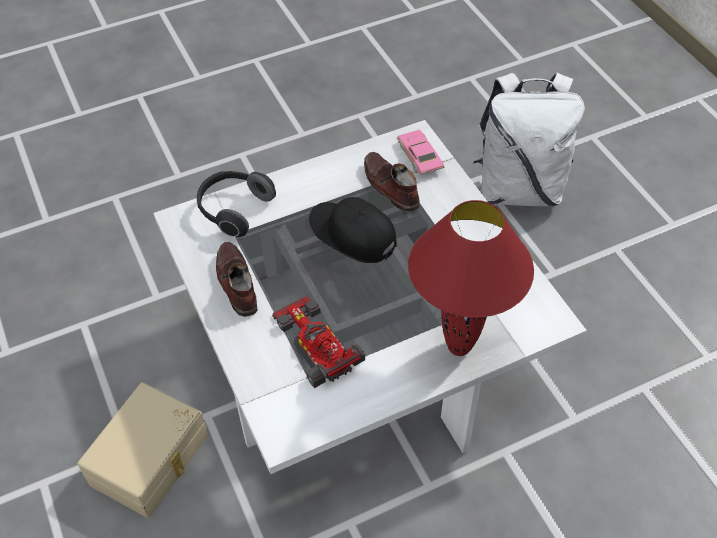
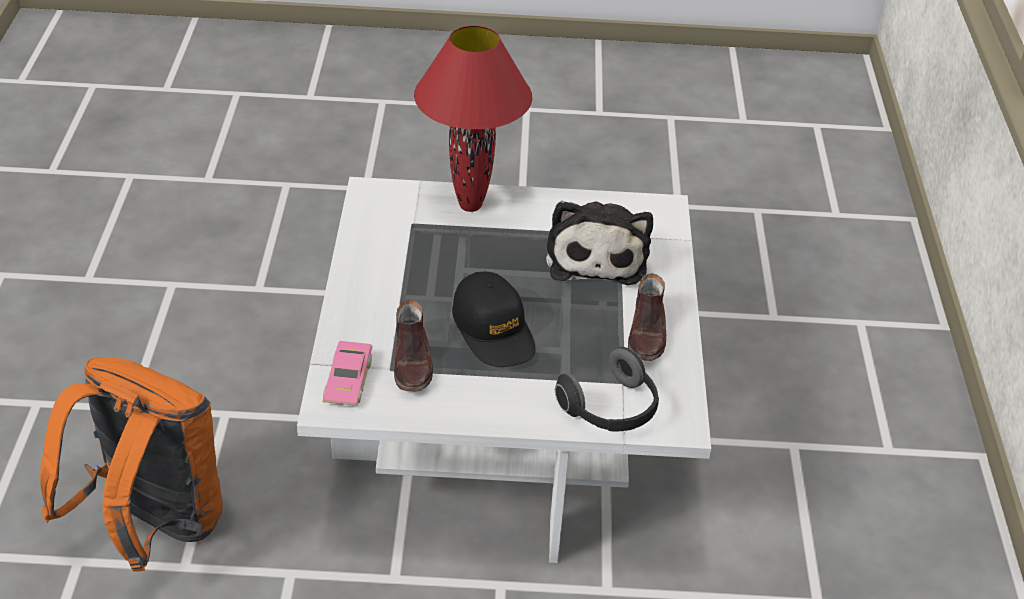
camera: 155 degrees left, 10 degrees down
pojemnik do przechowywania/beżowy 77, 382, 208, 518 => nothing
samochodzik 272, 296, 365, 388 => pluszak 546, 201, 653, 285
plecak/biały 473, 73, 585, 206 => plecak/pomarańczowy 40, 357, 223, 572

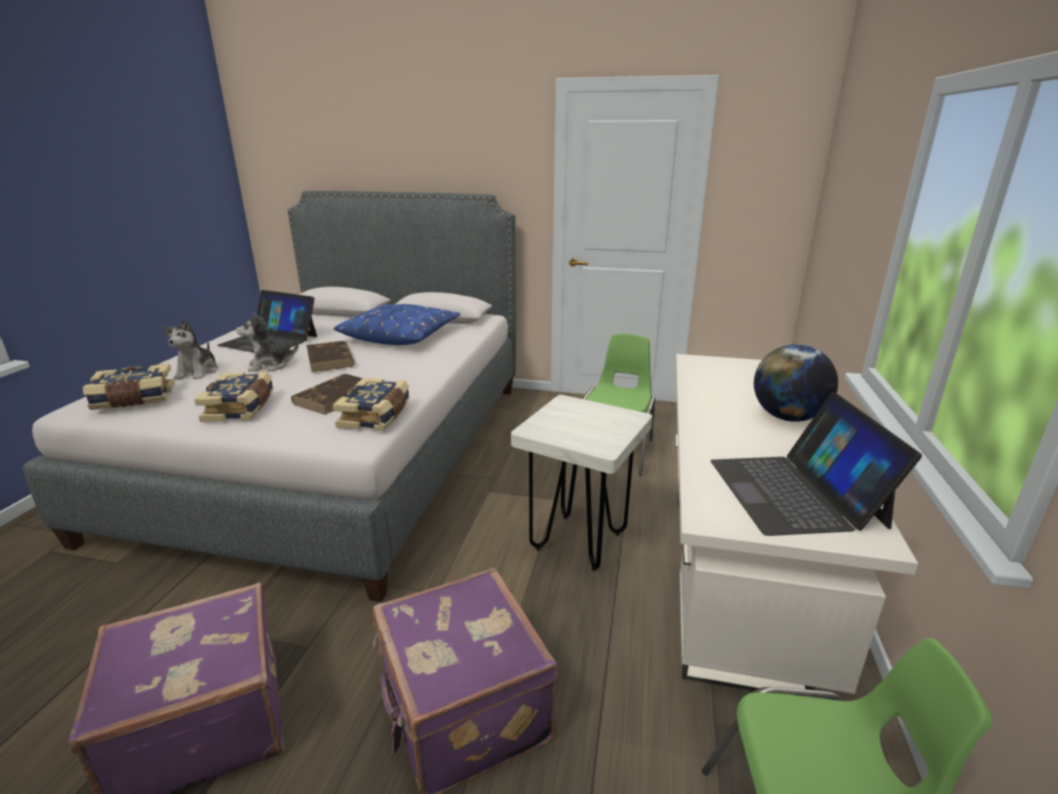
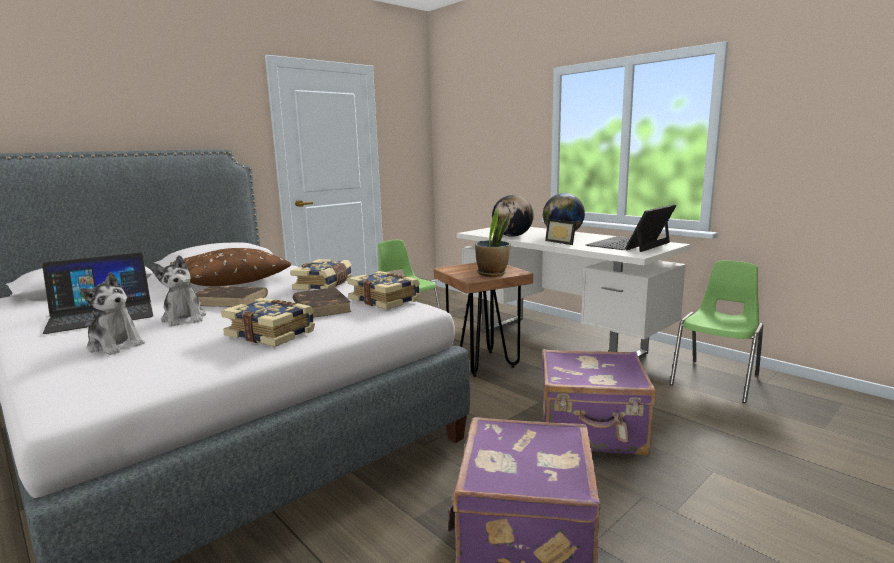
camera: 55 degrees left, 10 degrees down
książka 83, 364, 175, 410 => książka 290, 259, 352, 290, shifted
pluszak 236, 313, 299, 372 => pluszak 152, 255, 206, 327, 45 degrees counterclockwise
poduszka/niebieski 334, 304, 461, 345 => poduszka/brązowy 170, 248, 292, 286
stołek/biały 511, 395, 652, 571 => stołek/brązowy 434, 263, 533, 377
laptop 711, 392, 922, 536 => laptop 586, 204, 676, 252, 105 degrees clockwise
nothing => roślina doniczkowa 475, 208, 511, 277
nothing => globus 492, 195, 534, 237
nothing => ramka na zdjęcie 545, 219, 576, 245

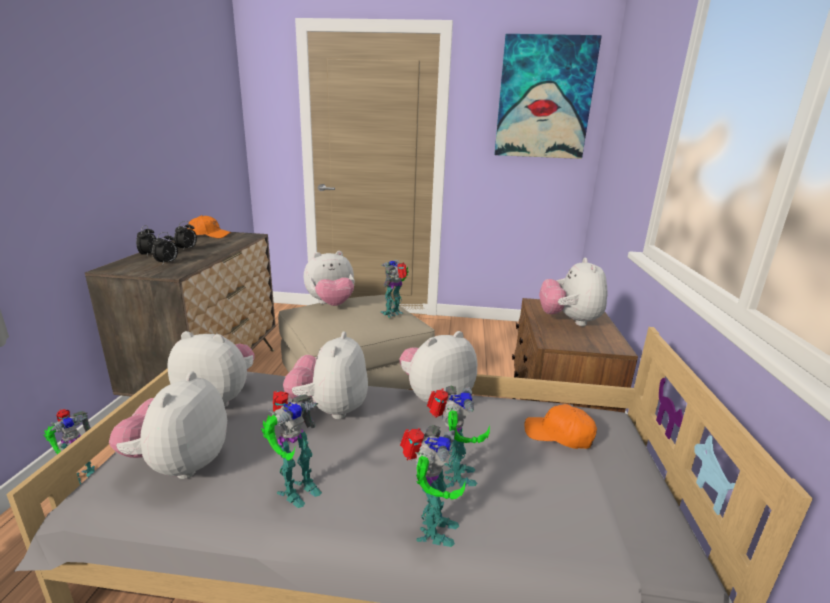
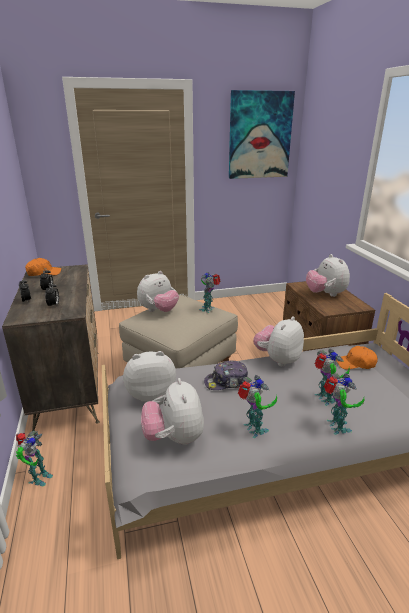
camera: 20 degrees left, 5 degrees up
robot zabawkowy 261, 390, 322, 508 => robot zabawkowy 238, 375, 277, 438, 45 degrees counterclockwise
pluszak 283, 332, 368, 419 => czapka z daszkiem 204, 360, 248, 390

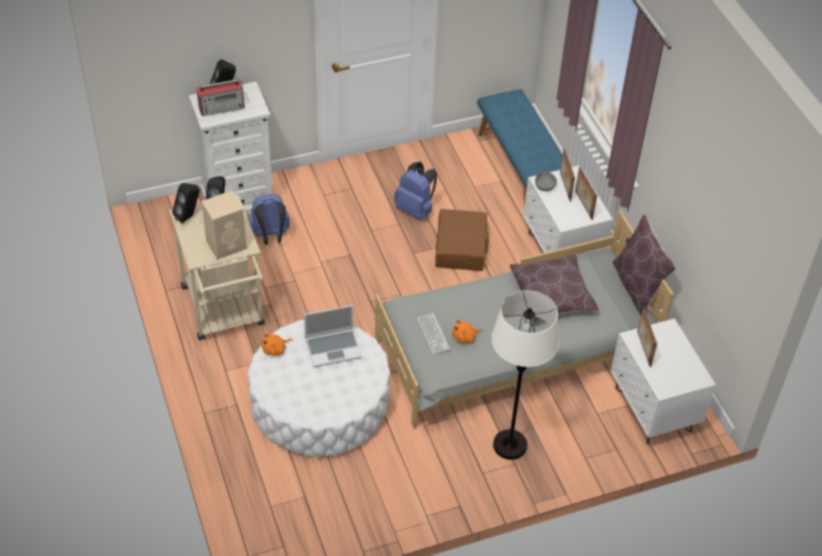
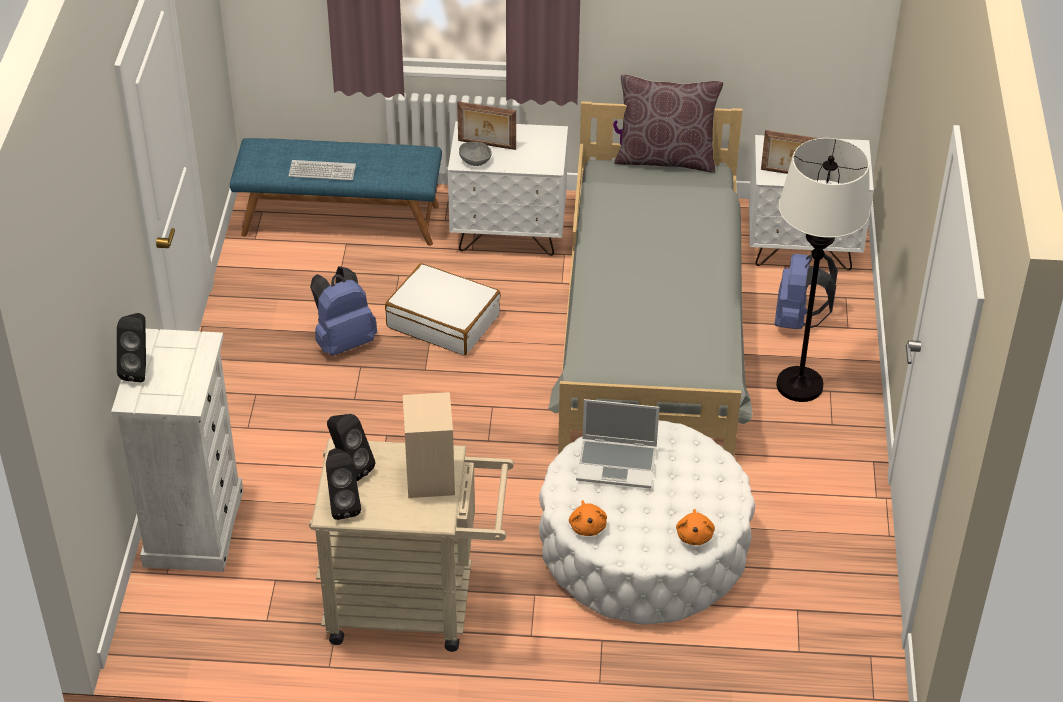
camera: 65 degrees left, 5 degrees down
radio 196, 79, 245, 116 => nothing
plecak/niebieski 248, 194, 290, 245 => plecak/niebieski 775, 254, 838, 329, shifted
laptop 304, 305, 362, 368 => laptop 576, 399, 659, 488, 90 degrees clockwise
klawiatura 417, 313, 450, 355 => klawiatura 289, 160, 356, 180, shifted
walizka/brązowy 435, 209, 489, 271 => walizka/biały 385, 263, 501, 355
pluszak/pomarańczowy 452, 320, 483, 343 => pluszak/pomarańczowy 676, 509, 715, 545, shifted
poduszka/brązowy 510, 255, 599, 322 => nothing
ramka na zdjęcie 575, 167, 597, 220 => nothing

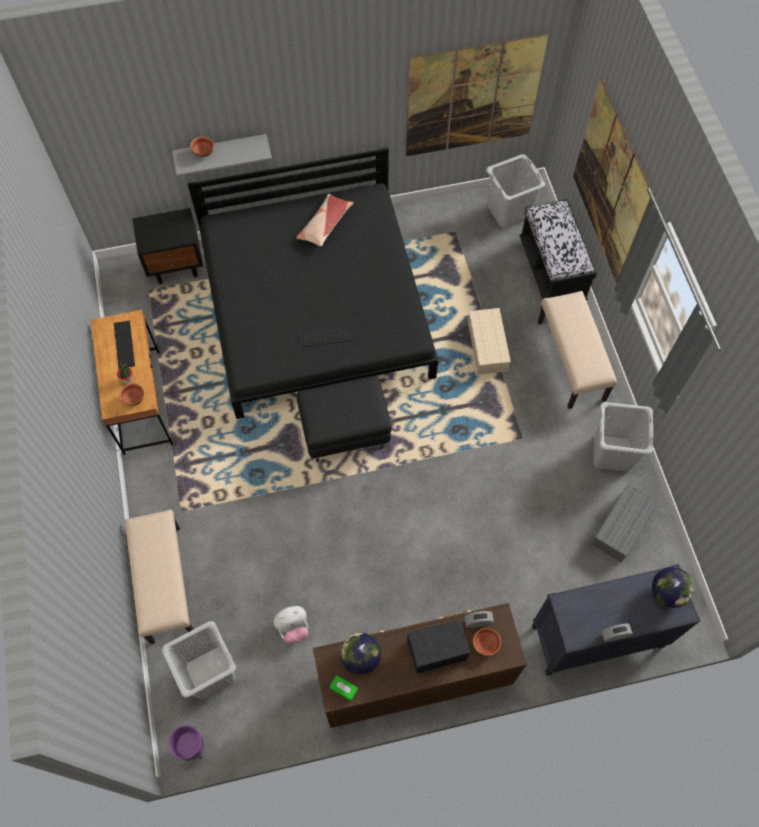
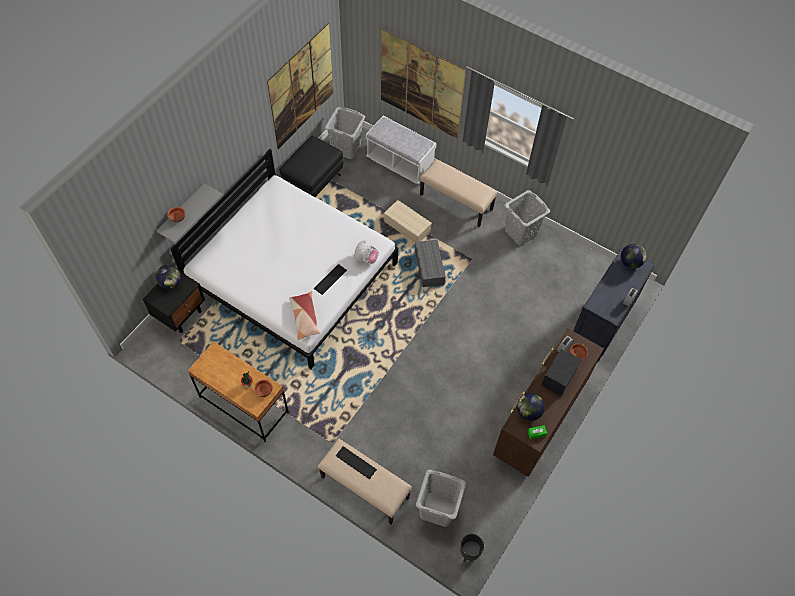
camera: 45 degrees left, 5 degrees down
klawiatura 114, 321, 135, 369 => klawiatura 336, 446, 377, 479, shifted
donica/fioletowy 169, 725, 204, 761 => donica/czarny 460, 534, 484, 562
łóżko/czarny 188, 147, 438, 419 => łóżko/biały 171, 149, 398, 369
pluszak 274, 606, 308, 644 => pluszak 354, 240, 379, 264, shifted
poduszka 296, 194, 354, 246 => poduszka 289, 291, 320, 340, shifted
pufa/czarny 297, 375, 392, 462 => pufa/czarny 280, 135, 343, 197, shifted
ławka/czarny 520, 199, 597, 300 => ławka/biały 366, 116, 437, 184
pojemnik do przechowywania/szary 591, 484, 658, 562 => pojemnik do przechowywania/szary 415, 240, 446, 287, shifted
nothing => globus 156, 265, 181, 289

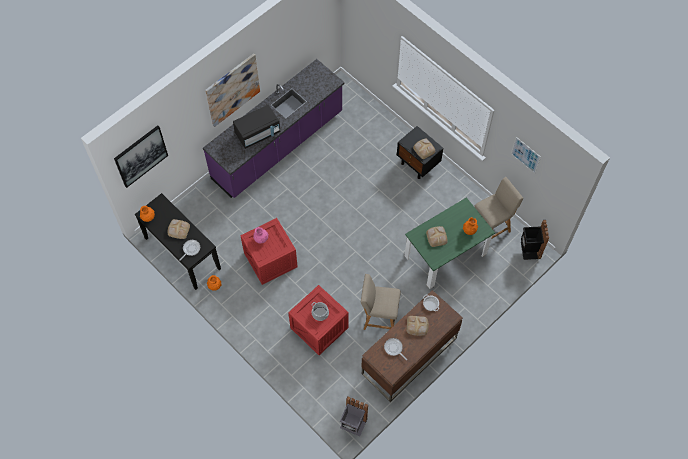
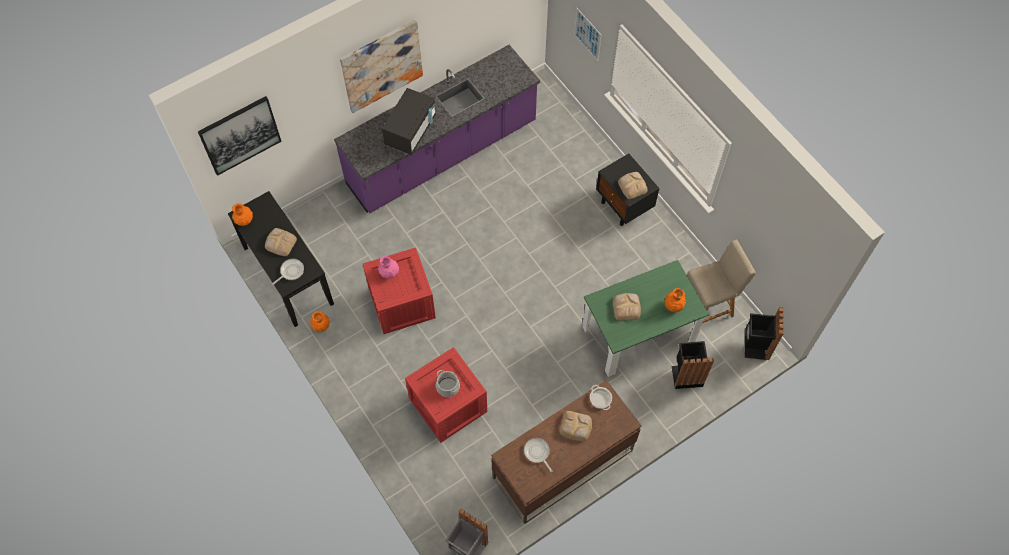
camera: 10 degrees right, 0 degrees up
mikrofalówka/czarny 233, 105, 280, 149 => mikrofalówka/czarny 382, 88, 436, 155, 45 degrees counterclockwise
krzesło/beżowy 361, 274, 400, 330 => nothing
obraz 511, 137, 541, 174 => obraz 574, 8, 601, 61, shifted
nothing => kosz na śmieci/czarny 671, 341, 714, 389

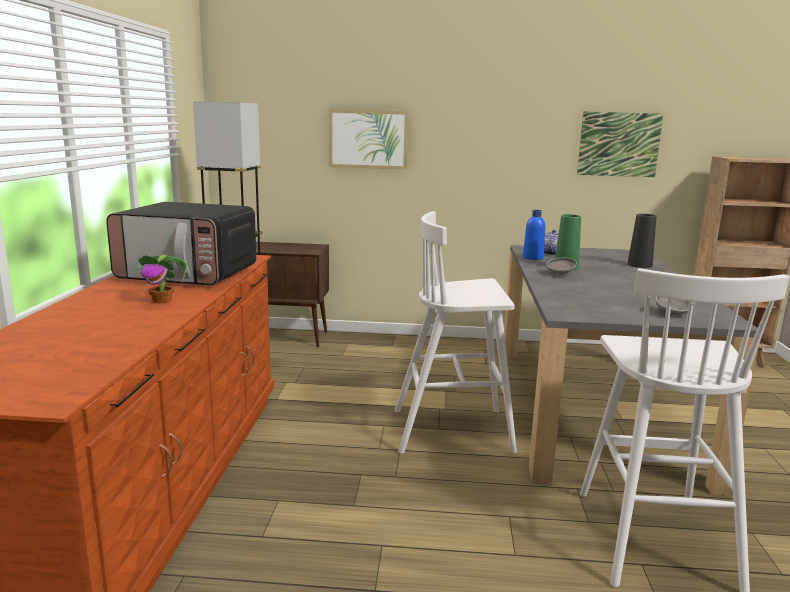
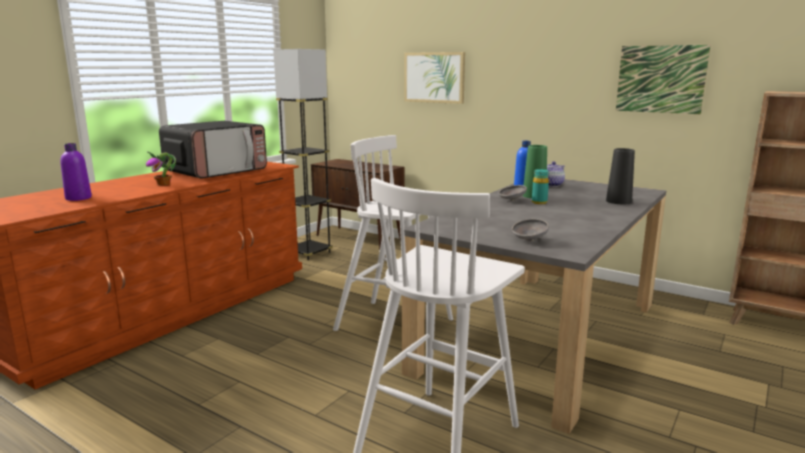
camera: 30 degrees right, 0 degrees up
mikrofalówka 106, 202, 256, 285 => mikrofalówka 159, 121, 267, 179, 90 degrees counterclockwise
nothing => butelka/fioletowy 60, 143, 92, 201
nothing => butelka/turkusowy 532, 169, 549, 204

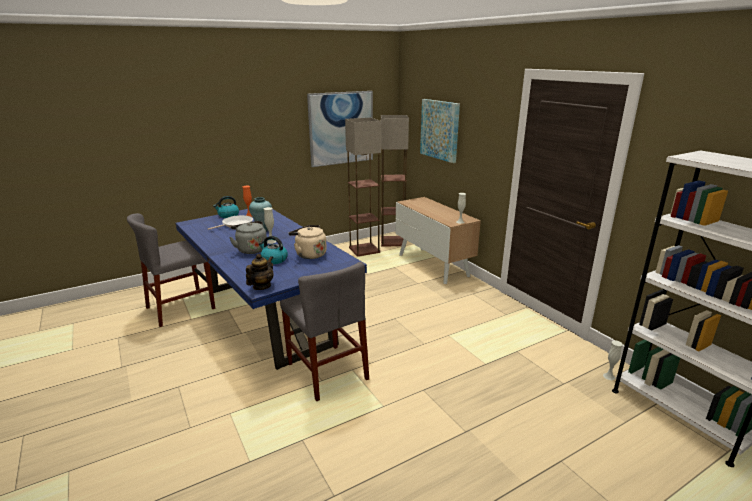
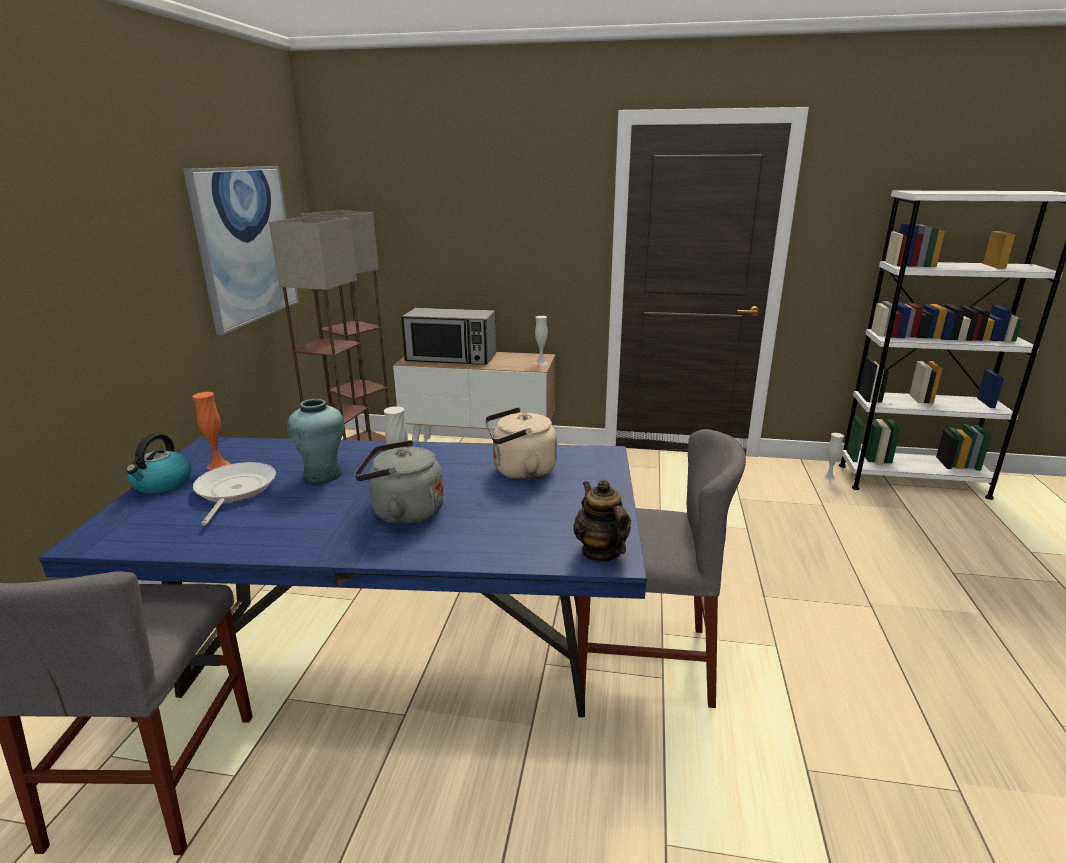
camera: 50 degrees left, 0 degrees up
czajnik 259, 236, 288, 264 => nothing
obraz 420, 99, 460, 163 => nothing
nothing => mikrofalówka 401, 308, 496, 365

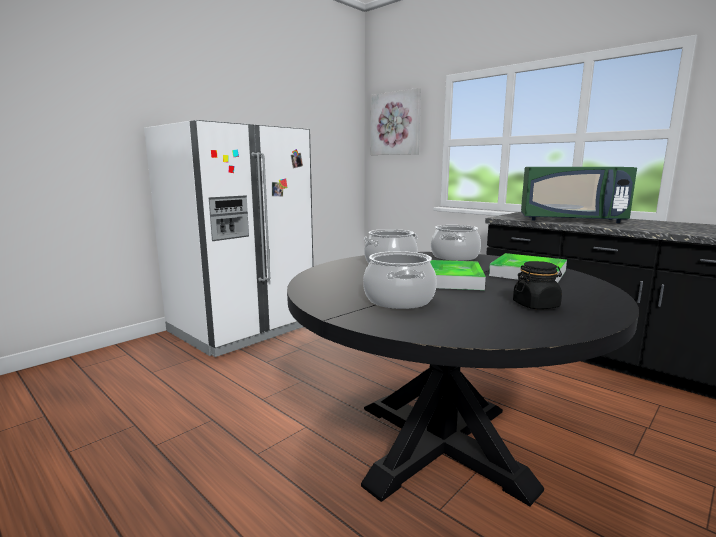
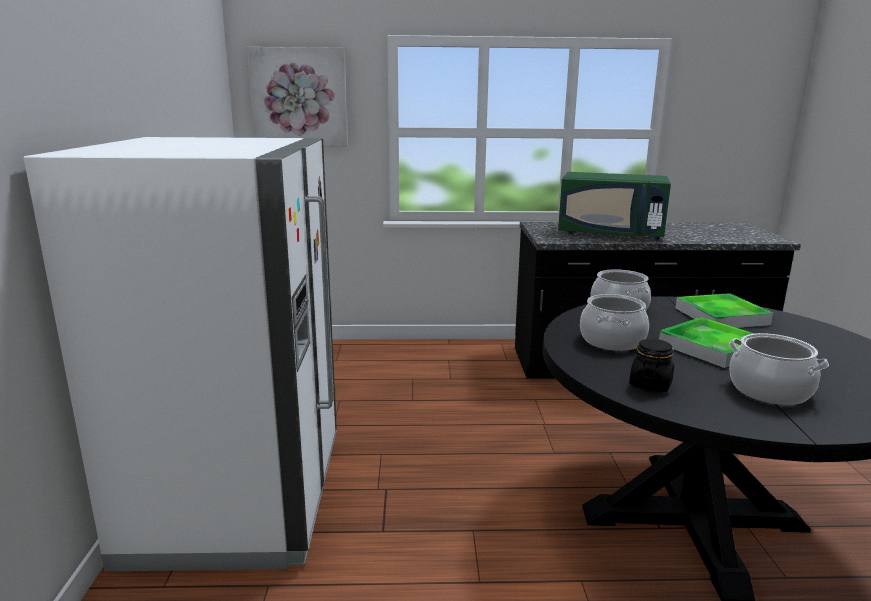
camera: 45 degrees left, 5 degrees up
słoik/czarny 513, 261, 562, 309 => słoik/czarny 629, 339, 674, 392, shifted
mikrofalówka/zielony 521, 167, 637, 223 => mikrofalówka/zielony 558, 172, 671, 240, 45 degrees clockwise

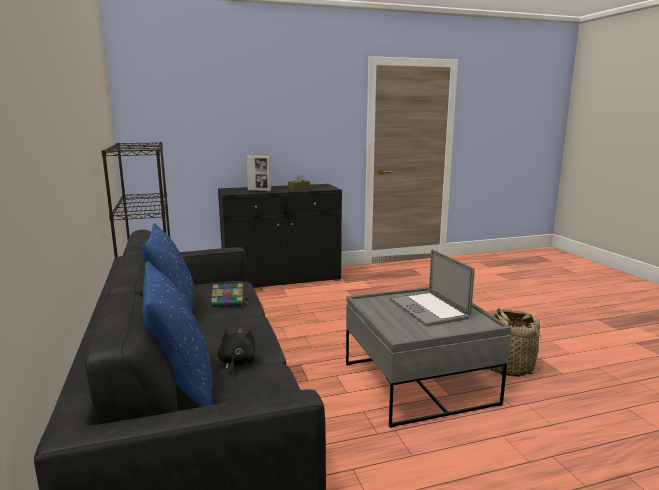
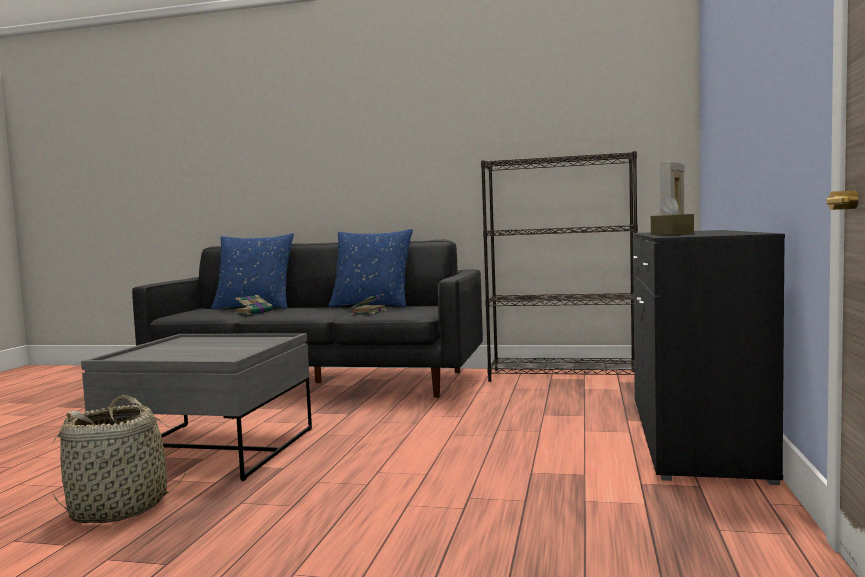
camera: 120 degrees right, 10 degrees down
pluszak/czarny 217, 327, 255, 376 => książka 234, 295, 273, 315
laptop 390, 249, 475, 326 => nothing

